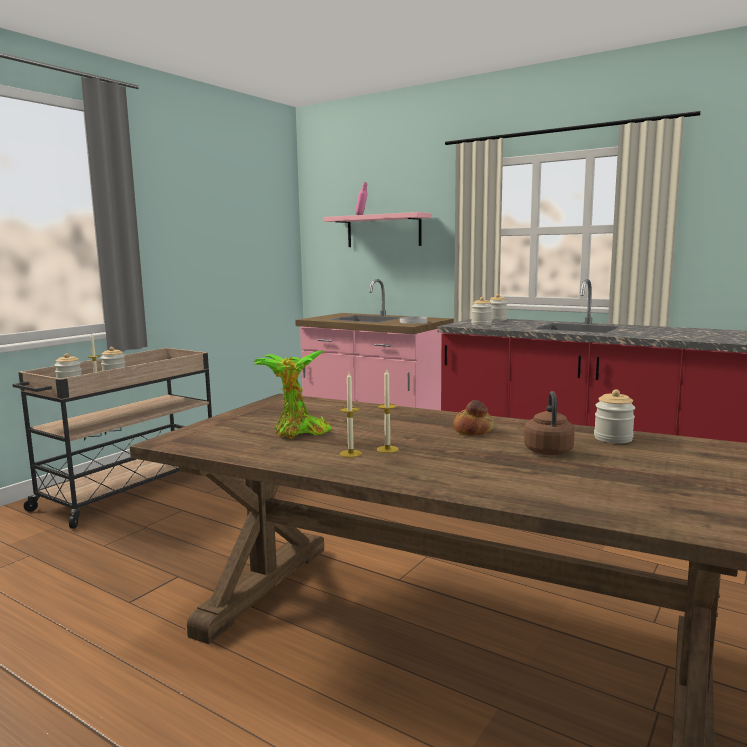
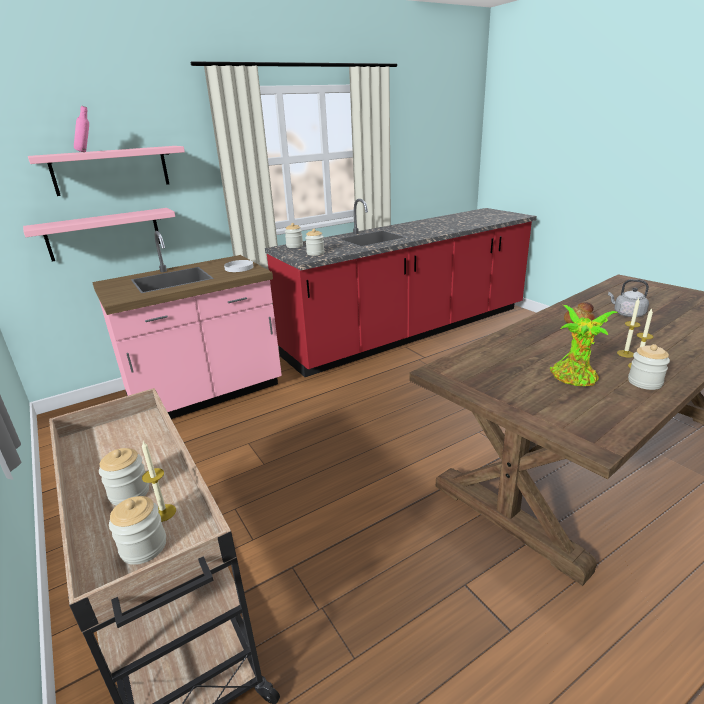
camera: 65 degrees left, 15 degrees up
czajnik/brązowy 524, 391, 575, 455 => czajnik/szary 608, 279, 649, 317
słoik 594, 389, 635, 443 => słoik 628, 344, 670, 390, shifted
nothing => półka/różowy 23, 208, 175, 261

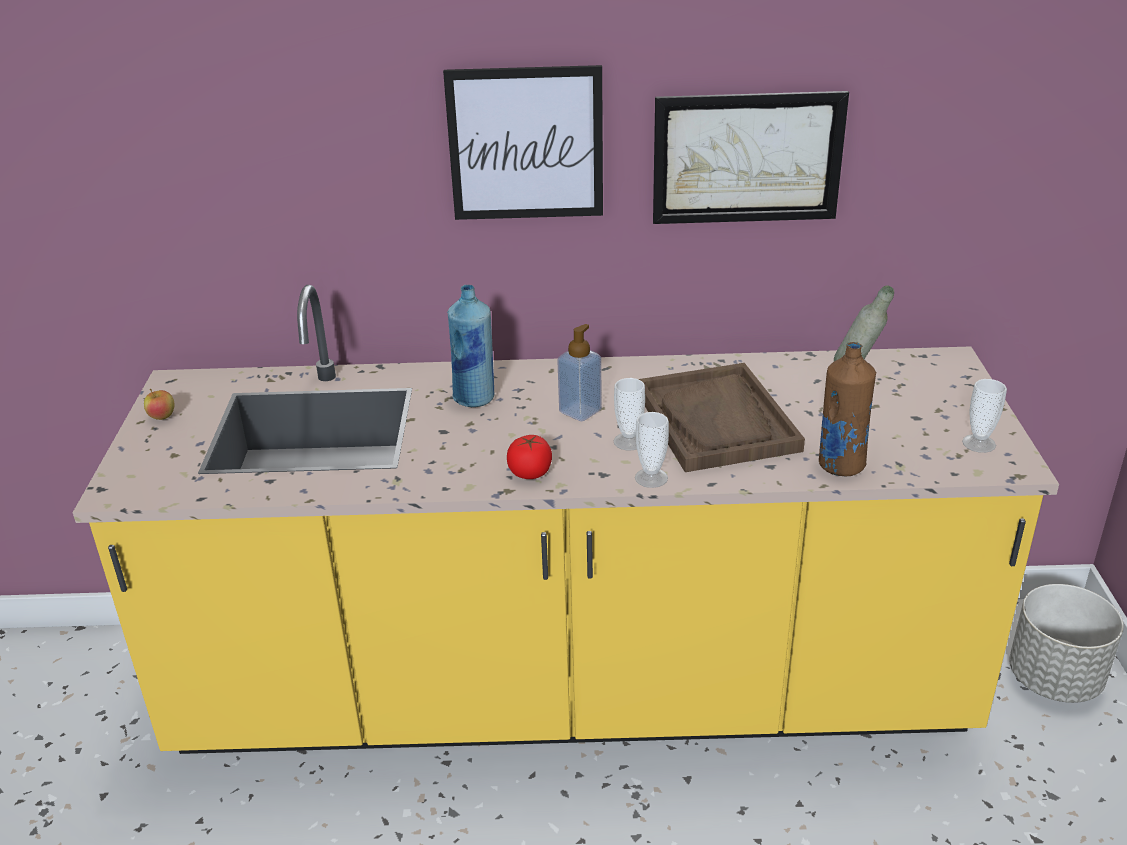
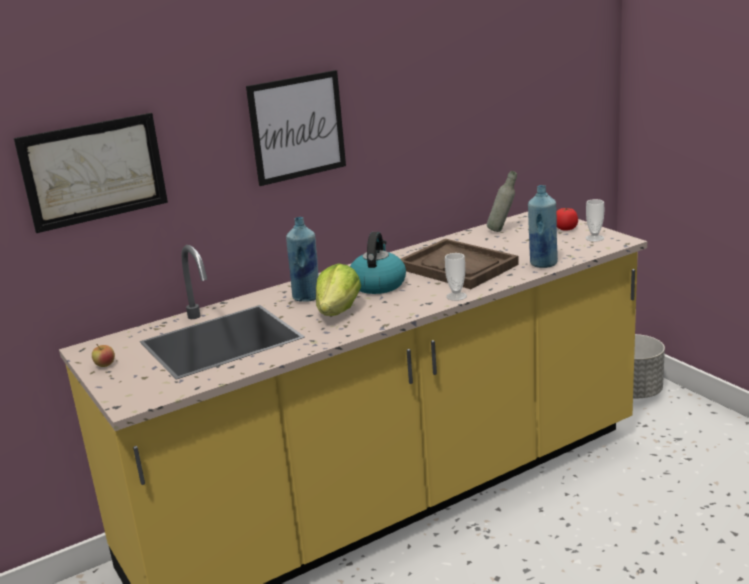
camera: 30 degrees left, 10 degrees down
pomidor 507, 435, 552, 479 => pomidor 557, 208, 578, 231, shifted
dozownik mydła 557, 324, 602, 421 => czajnik 350, 232, 406, 294
filiżanka 614, 378, 645, 451 => nothing
obraz 653, 91, 849, 224 => obraz 14, 113, 168, 233, shifted
butelka/brązowy 819, 342, 876, 477 => butelka/niebieski 528, 185, 558, 268
nothing => sałata 316, 263, 361, 316

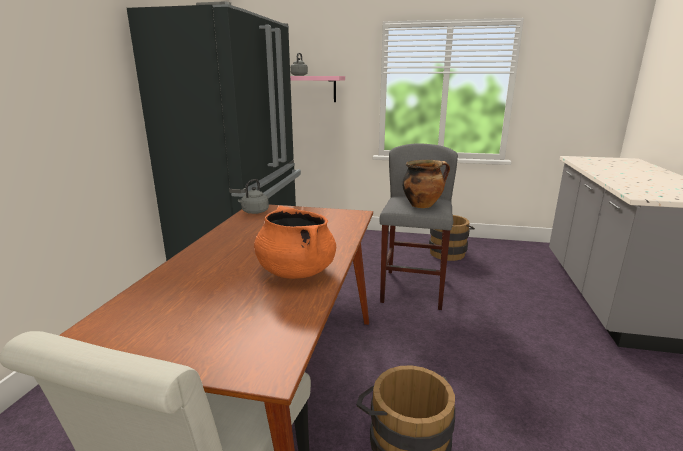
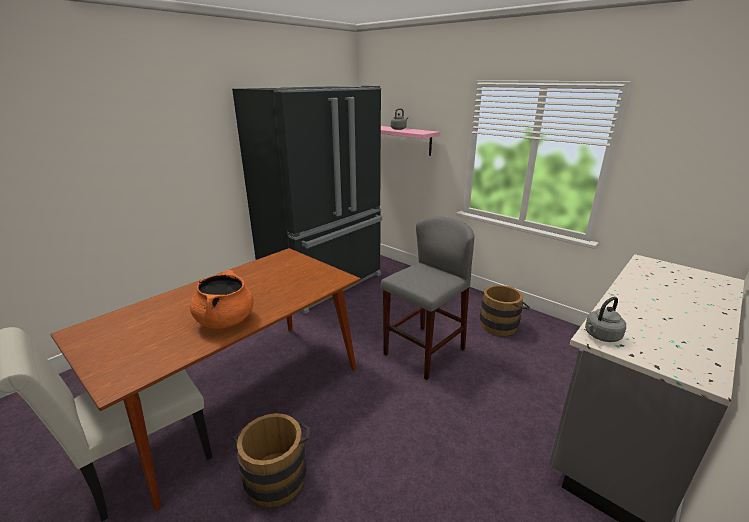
camera: 30 degrees right, 5 degrees up
czajnik/szary 238, 179, 269, 214 => czajnik/szary 585, 297, 626, 342, shifted
garnek 402, 160, 450, 208 => nothing

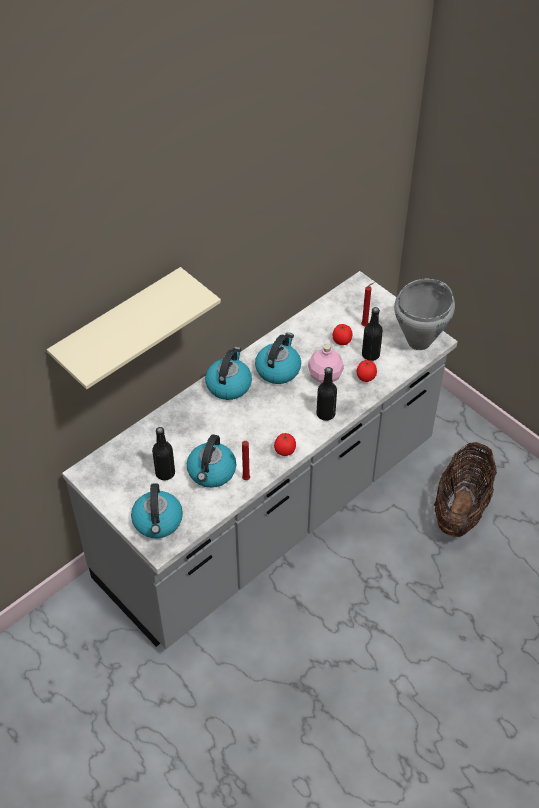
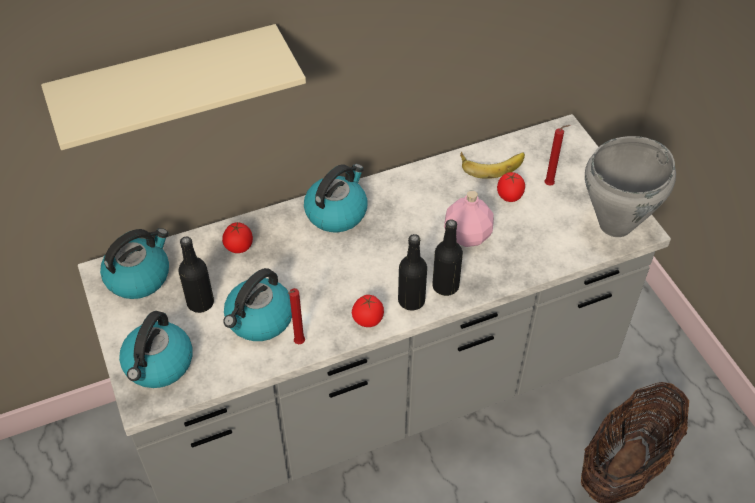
camera: 20 degrees right, 0 degrees up
czajnik 255, 332, 301, 384 => czajnik 100, 228, 169, 299, shifted
pomidor 357, 360, 377, 382 => pomidor 222, 222, 253, 253, shifted
butelka/czarny 362, 307, 383, 361 => butelka/czarny 398, 234, 427, 311, shifted
nothing => banan 460, 151, 525, 179

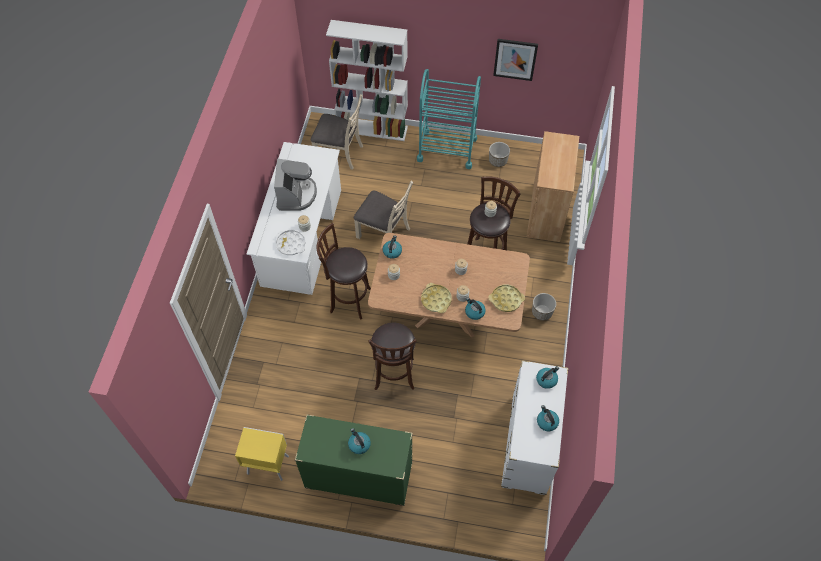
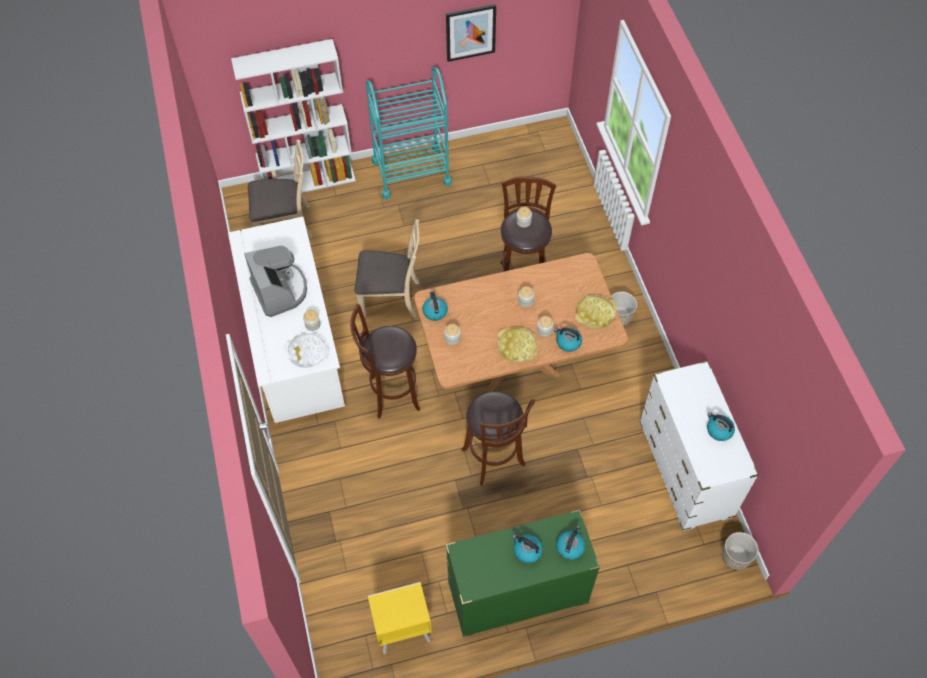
camera: 25 degrees left, 0 degrees up
donica 489, 142, 510, 167 => donica 722, 532, 758, 570, shifted
szafka/brązowy 527, 131, 579, 242 => nothing
czajnik 536, 366, 559, 389 => czajnik 556, 525, 585, 560, shifted

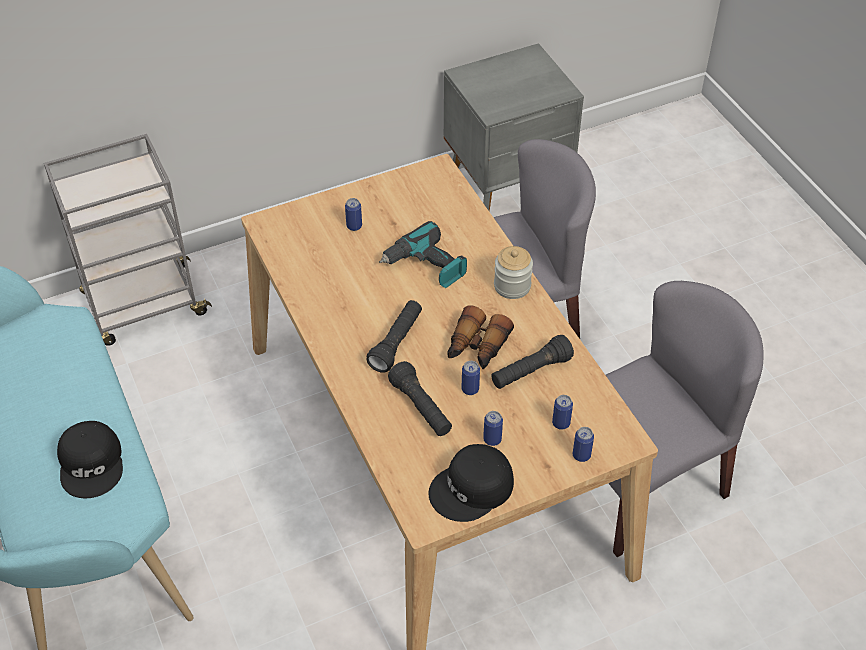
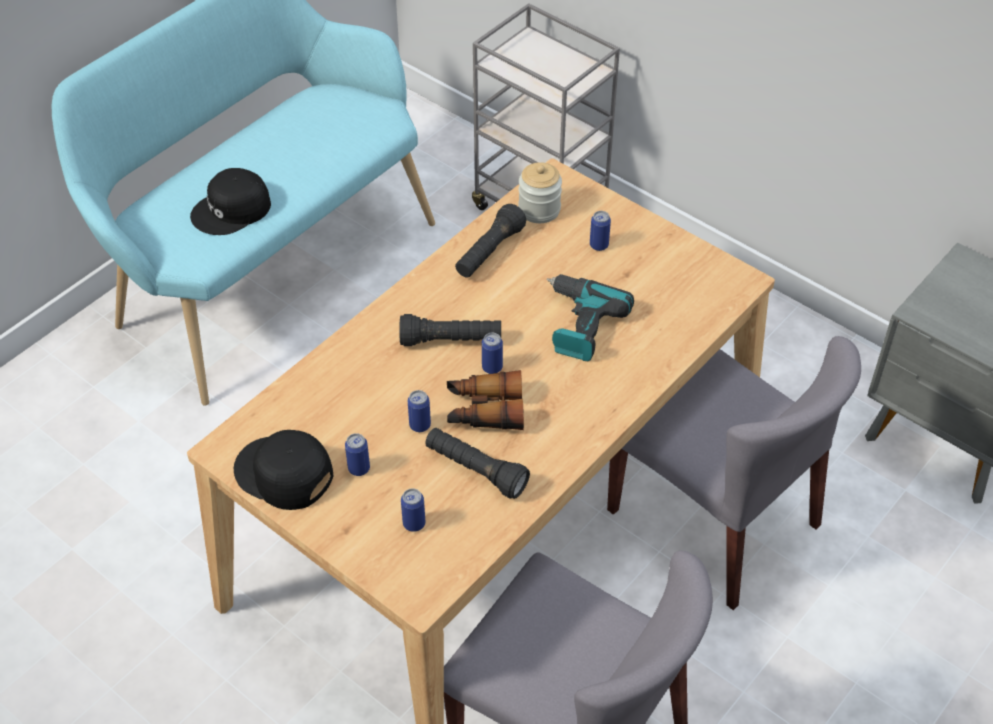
camera: 65 degrees right, 0 degrees up
latarka/czarny 388, 361, 452, 436 => latarka/czarny 455, 204, 526, 278, shifted
słoik 494, 246, 533, 299 => słoik 518, 162, 562, 223, shifted
puszka 573, 427, 594, 462 => puszka 482, 333, 503, 374, shifted

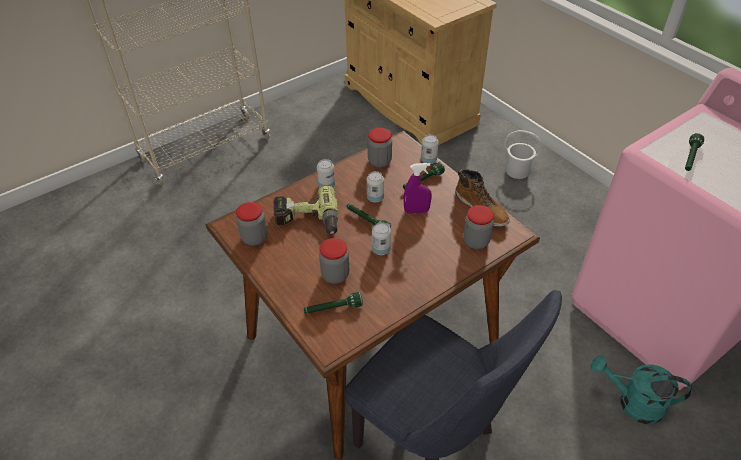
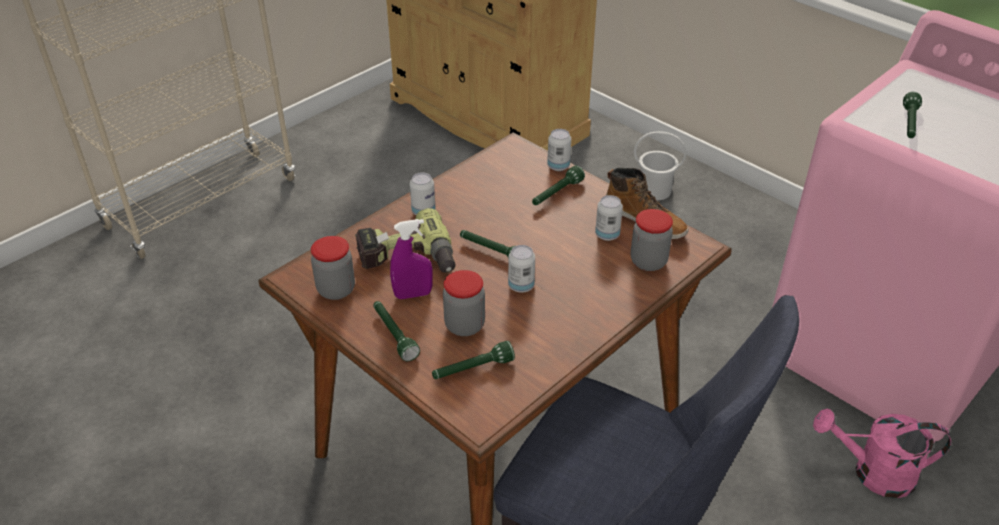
camera: 10 degrees left, 5 degrees down
puszka 367, 171, 384, 202 => puszka 595, 195, 623, 241, shifted
słoik 368, 128, 392, 168 => nothing
spryskiwacz/fioletowy 403, 163, 432, 214 => spryskiwacz/fioletowy 390, 219, 433, 299, shifted
konewka/turkusowy 591, 355, 692, 424 => konewka/różowy 813, 409, 951, 498
nothing => latarka/zielony 373, 301, 420, 361

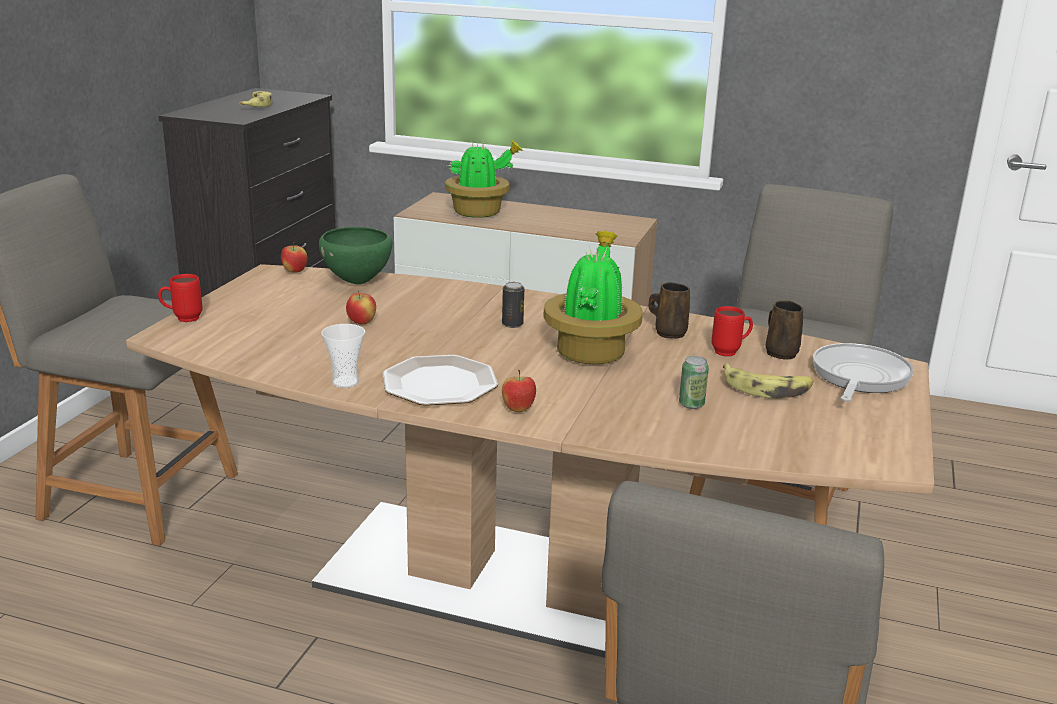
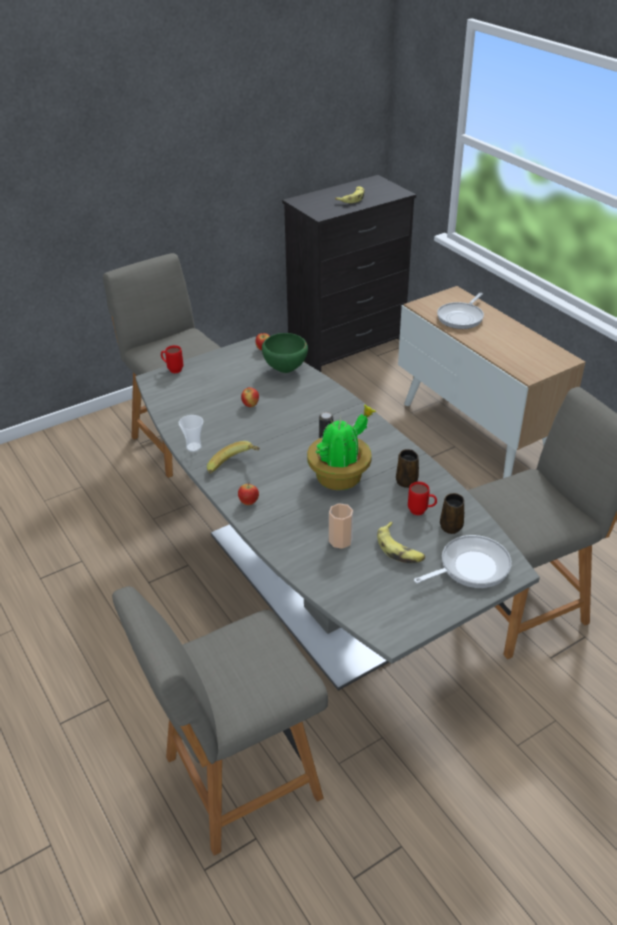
camera: 40 degrees right, 15 degrees up
stół jadalny/brązowy 126, 264, 934, 658 => stół jadalny/szary 135, 337, 540, 691
talerz 382, 355, 498, 406 => banan 207, 441, 260, 474
roślina doniczkowa 445, 140, 524, 218 => patelnia 437, 293, 484, 329
puszka 679, 356, 709, 409 => filiżanka 329, 503, 353, 549

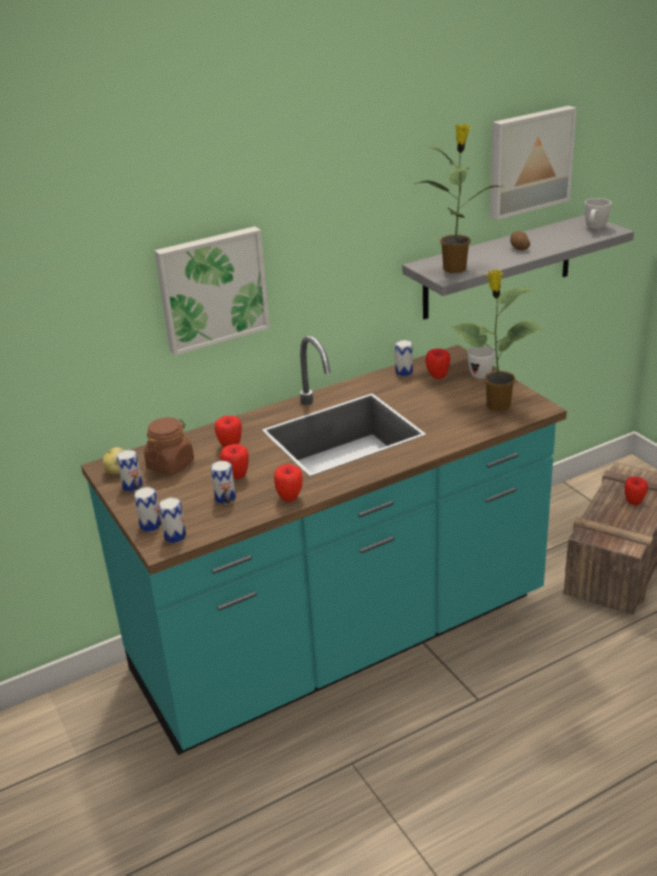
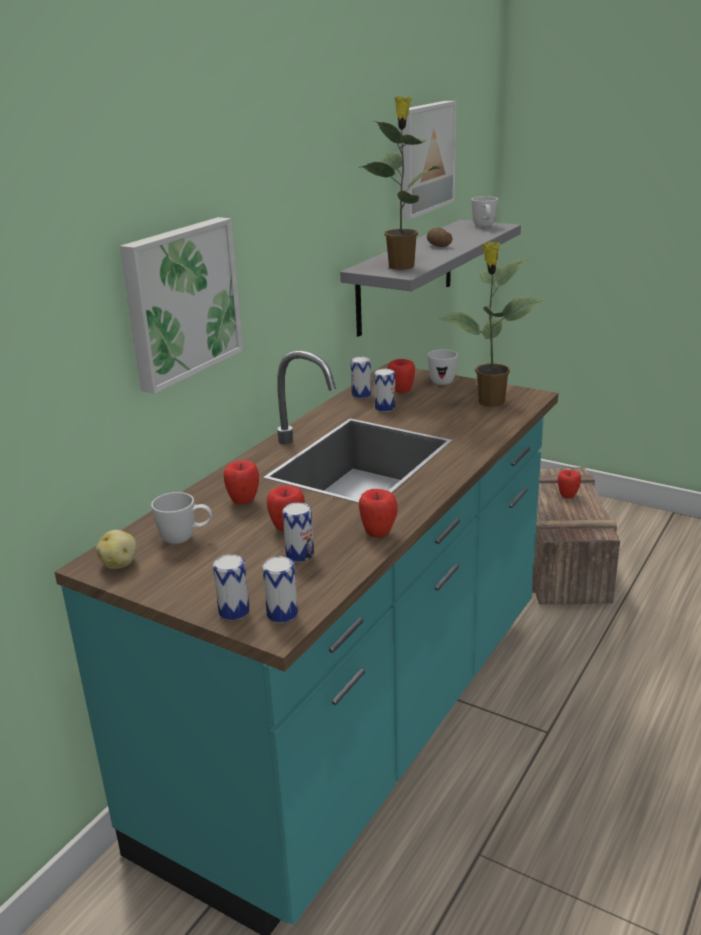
camera: 30 degrees left, 5 degrees down
puszka 116, 450, 143, 492 => puszka 374, 369, 395, 412, shifted
słoik/brązowy 144, 417, 194, 475 => kubek/biały 151, 492, 212, 544

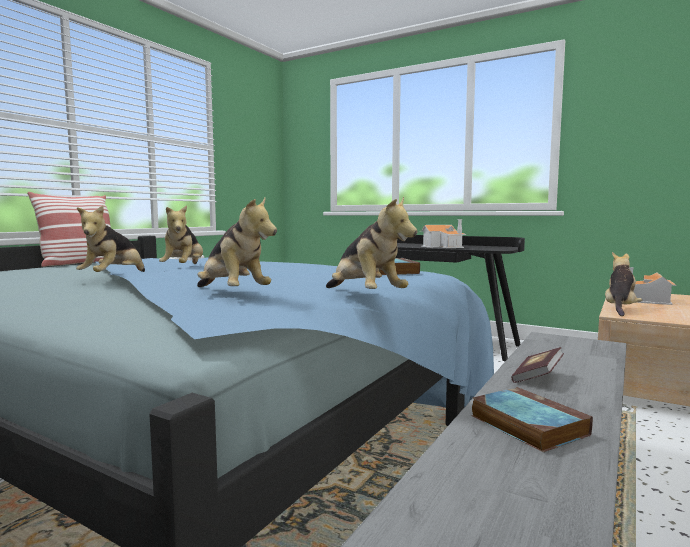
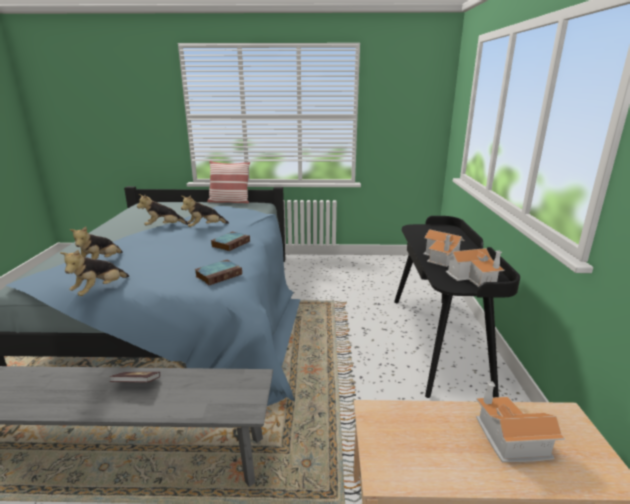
camera: 60 degrees right, 15 degrees up
książka 471, 387, 593, 452 => książka 211, 232, 250, 251, shifted
pluszak 605, 252, 642, 316 => nothing
nothing => domek 446, 248, 505, 287

